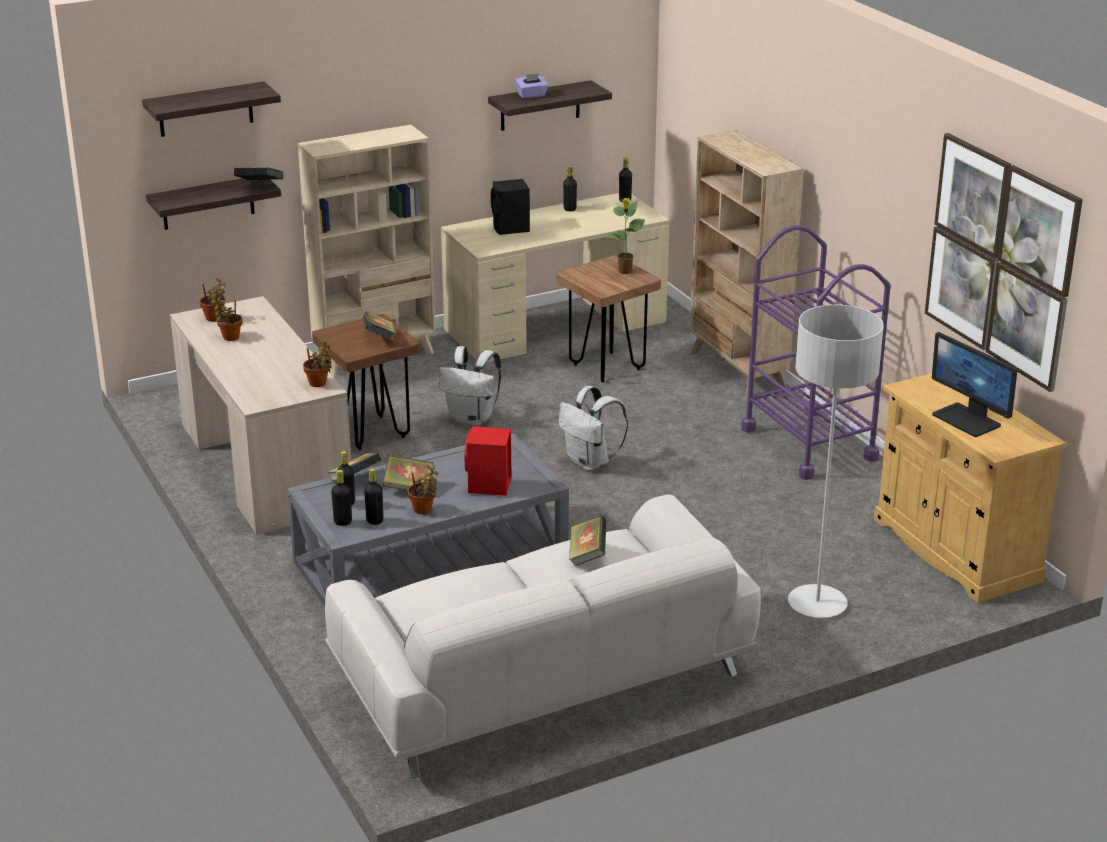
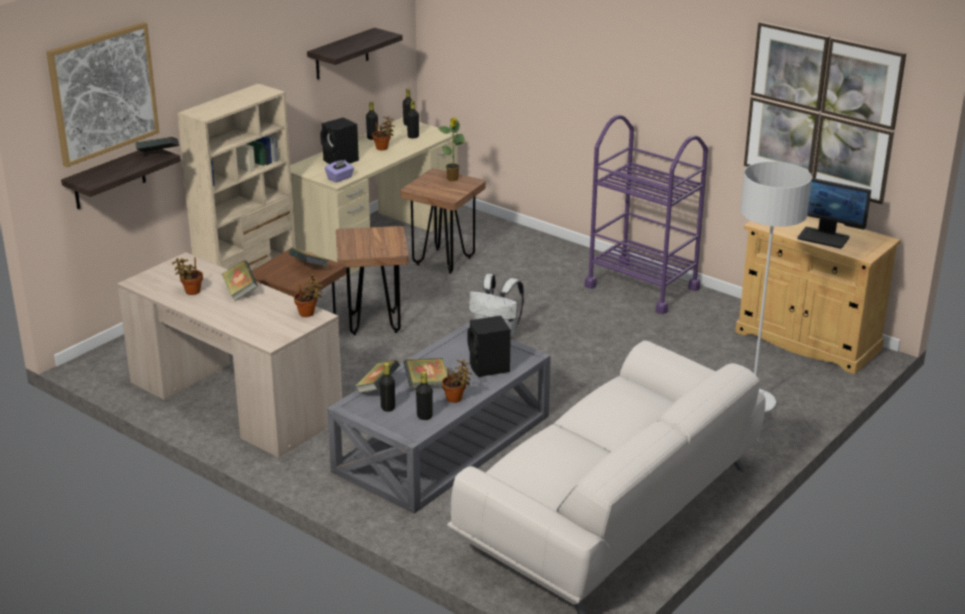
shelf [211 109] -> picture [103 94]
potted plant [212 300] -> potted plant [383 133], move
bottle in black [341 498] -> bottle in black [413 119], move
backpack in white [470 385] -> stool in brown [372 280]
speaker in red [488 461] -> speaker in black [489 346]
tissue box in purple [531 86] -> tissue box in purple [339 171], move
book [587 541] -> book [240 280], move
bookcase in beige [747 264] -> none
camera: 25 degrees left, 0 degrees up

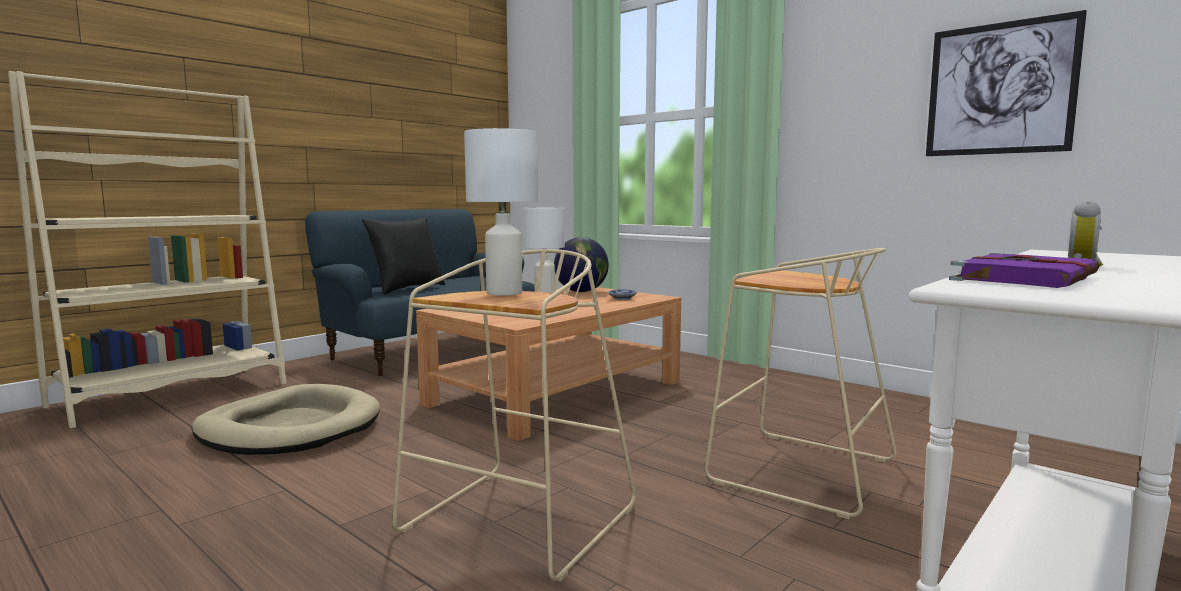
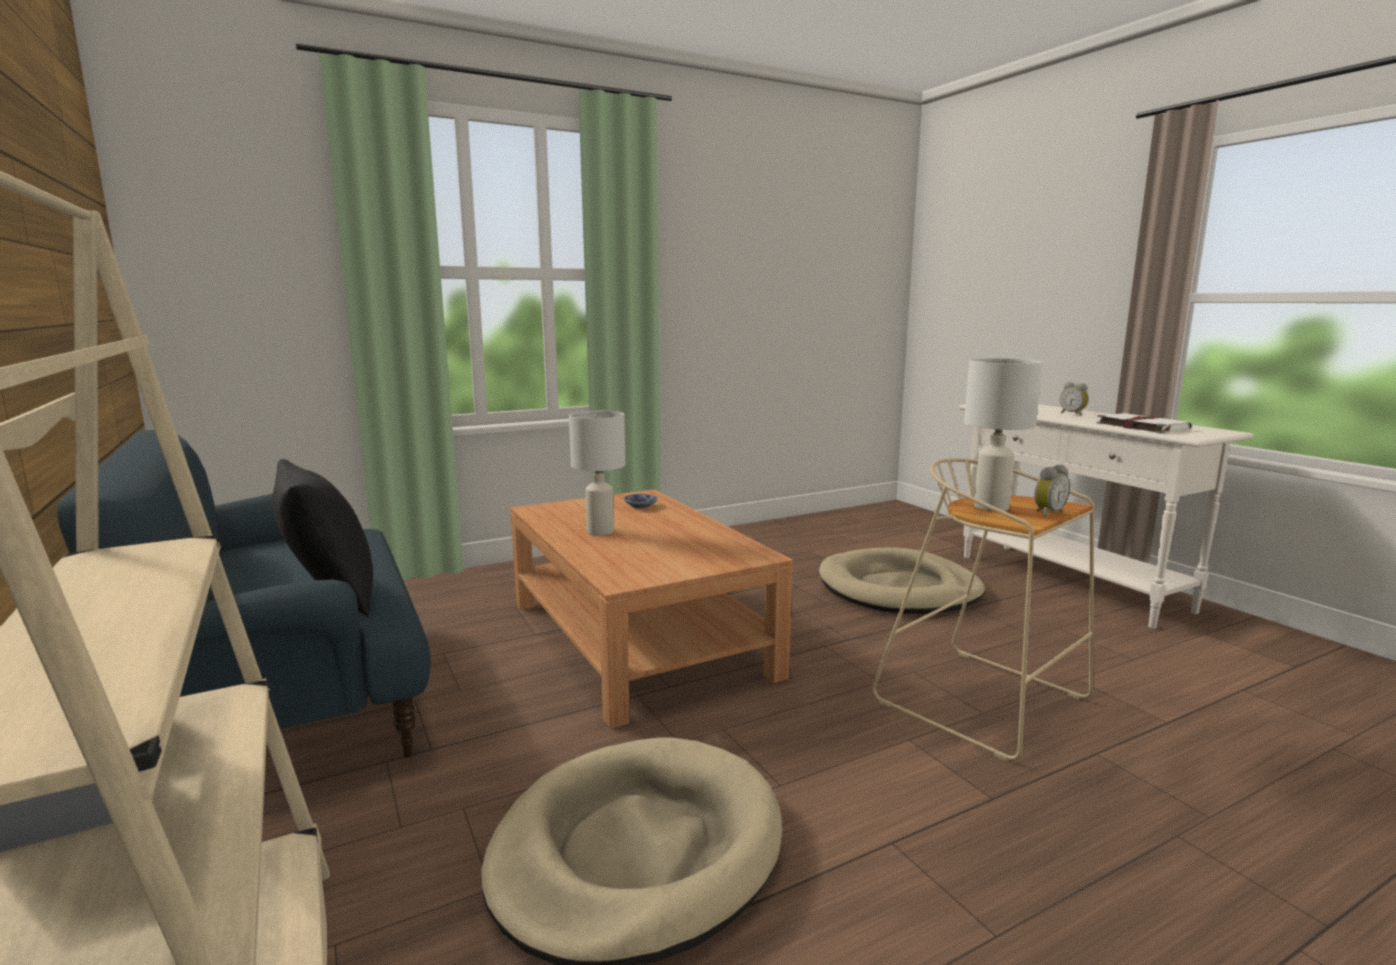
globe [581 264] -> none
stool in beige [801 383] -> dog bed in beige [902 580]
picture [1006 83] -> none
book in purple [1024 270] -> book in white [1144 423]
none -> alarm clock [1052 491]
camera: 70 degrees left, 5 degrees up

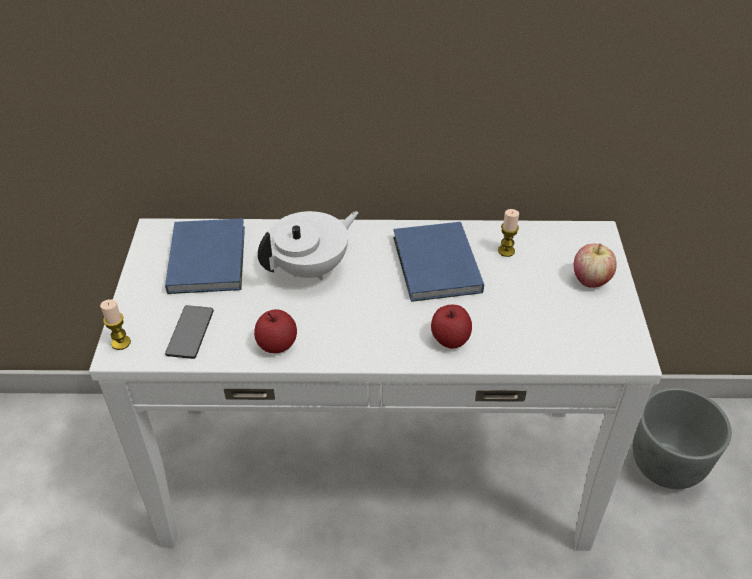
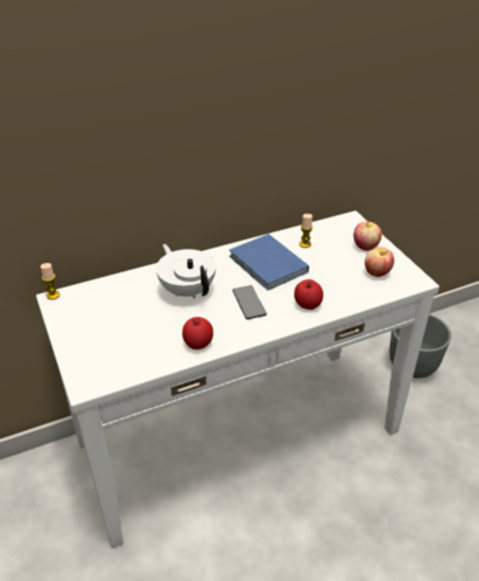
candle [115 324] -> candle [50 281], move
book in blue [205 256] -> none
phone [189 332] -> phone [249 302], move
teapot in white [308 245] -> teapot in white [186 271], 60 degrees counterclockwise
none -> apple [379 262]
camera: 25 degrees left, 5 degrees down

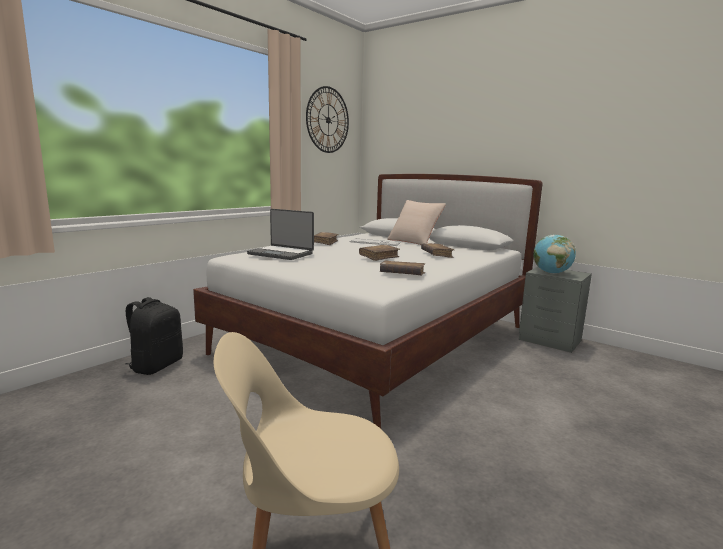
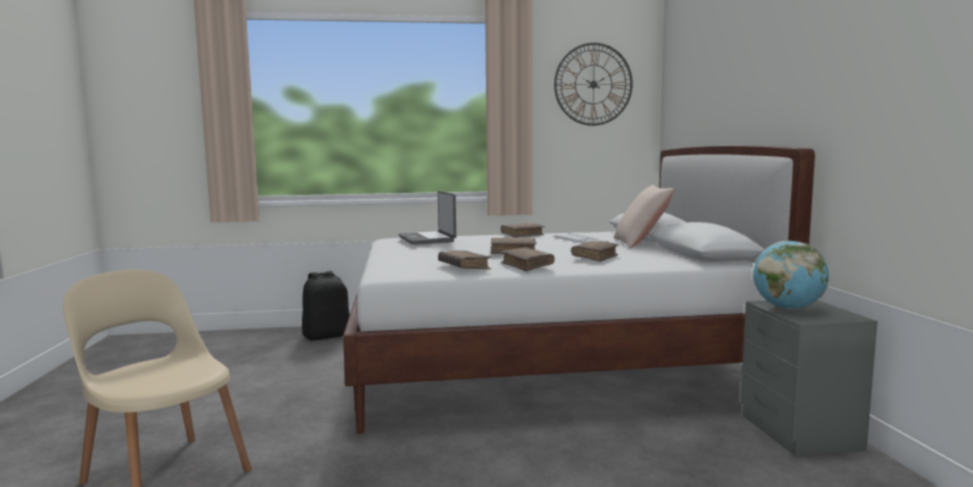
none -> book in brown [528 259]
camera: 45 degrees right, 5 degrees down

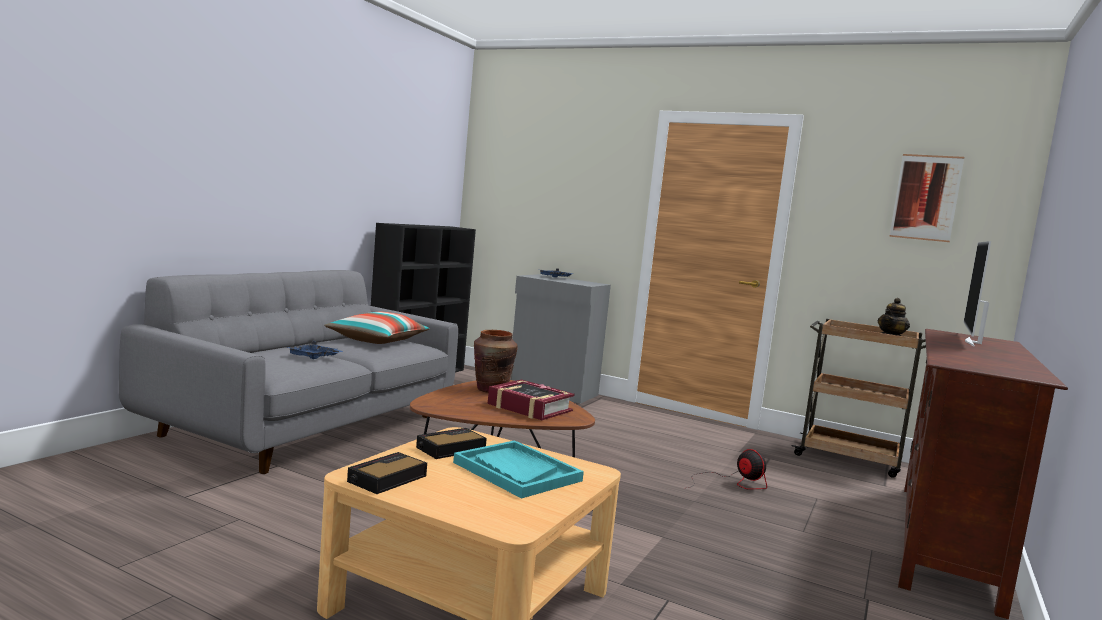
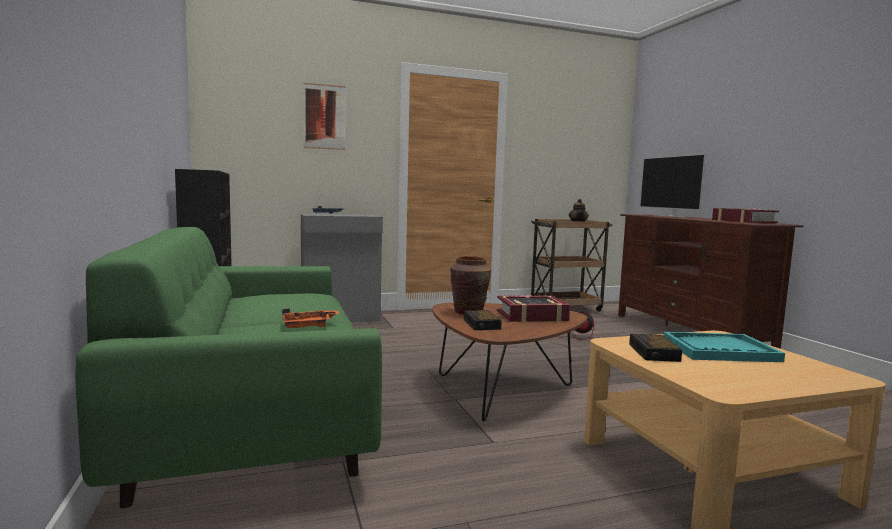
sofa in grey [288 372] -> sofa in green [229 367]
tray in blue [314 350] -> tray in orange [311 318]
pillow [377 328] -> none
alarm clock [387 473] -> alarm clock [483 320], move
picture [926 198] -> picture [324 116], move
none -> book [745 215]
camera: 45 degrees left, 0 degrees up

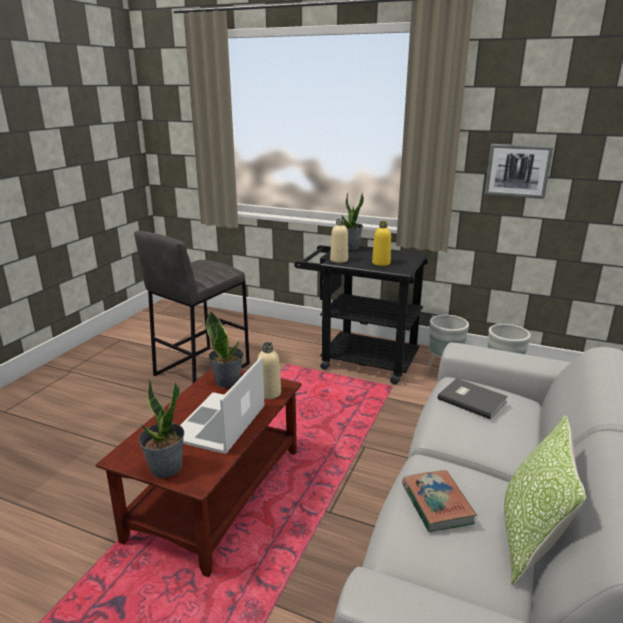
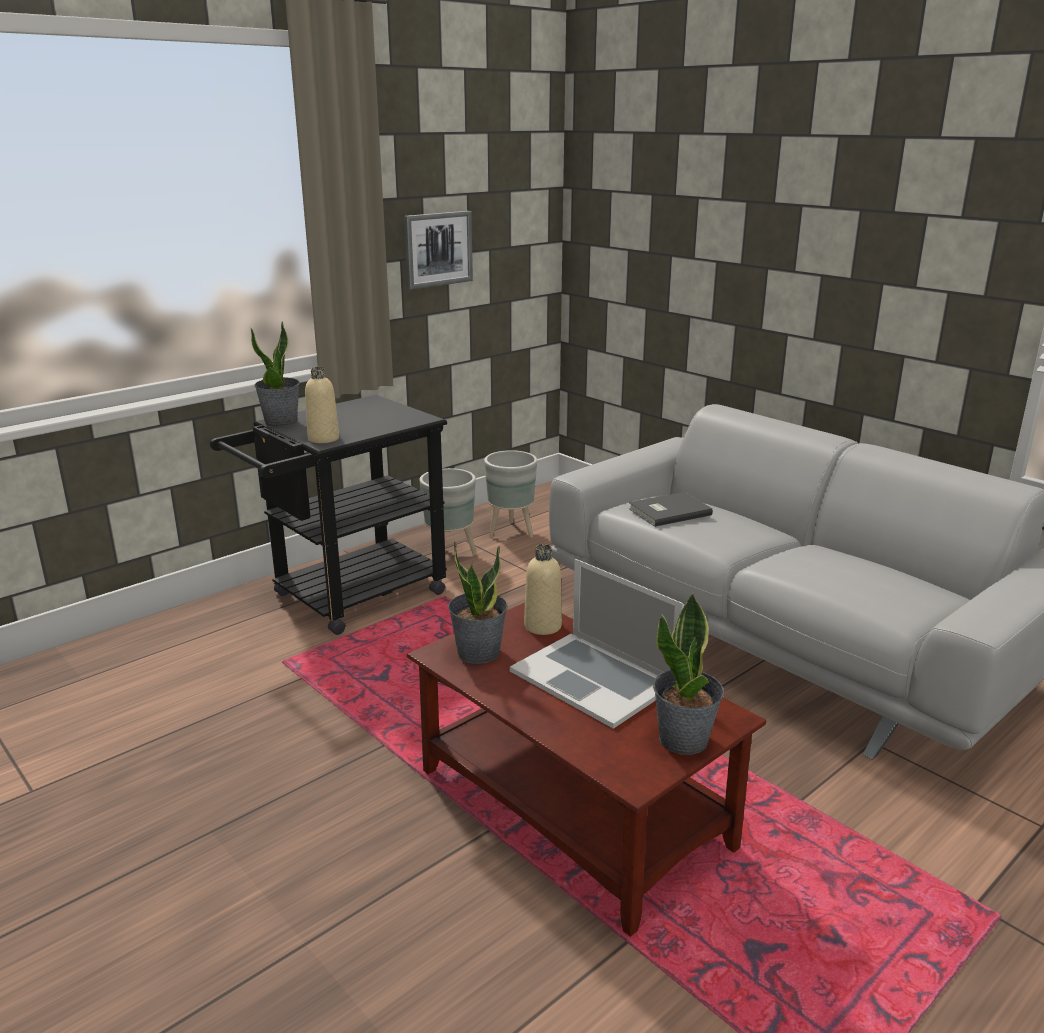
stool in grey [192 307] -> none
bottle in yellow [381 243] -> none
book [439 501] -> none
pillow [545 500] -> none
camera: 65 degrees left, 0 degrees up

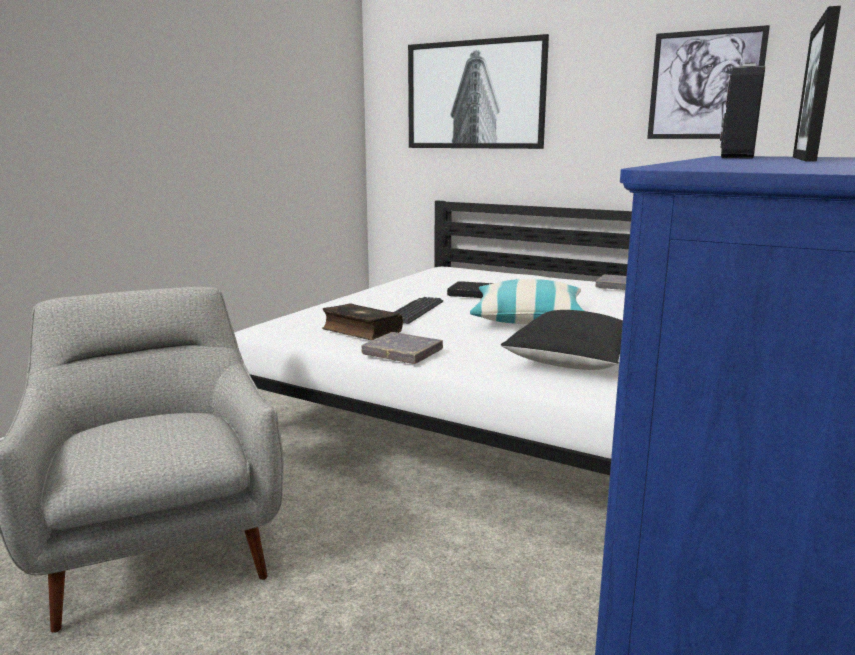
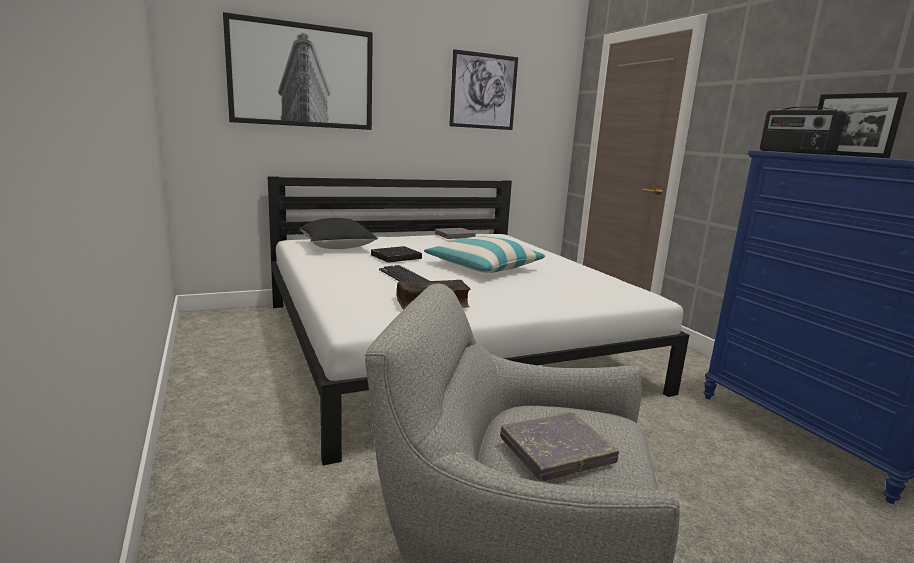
book in grey [402 348] -> book in grey [559 446], move
pillow in black [562 340] -> pillow in black [338 233], move
camera: 55 degrees left, 0 degrees up

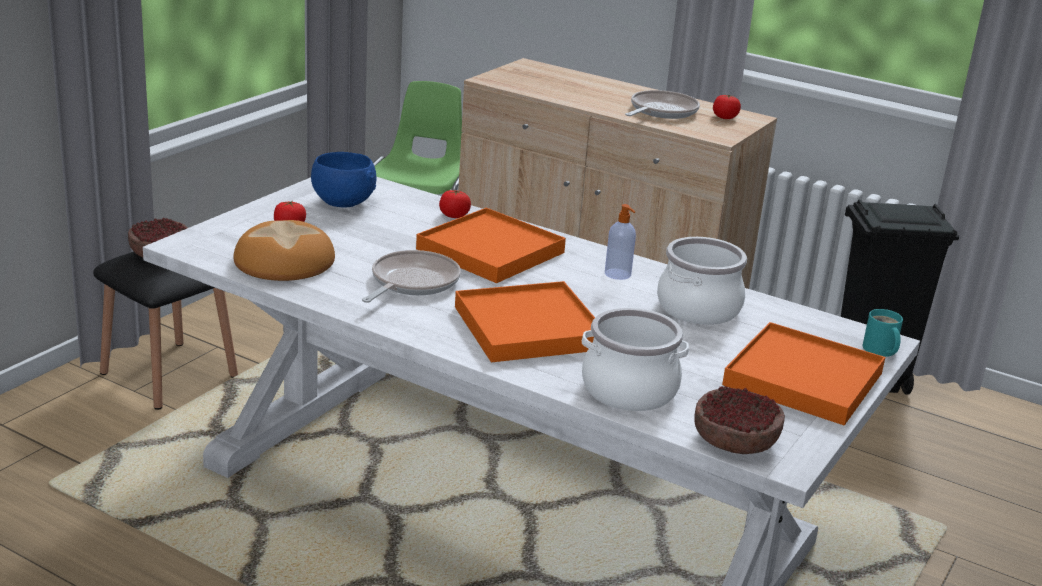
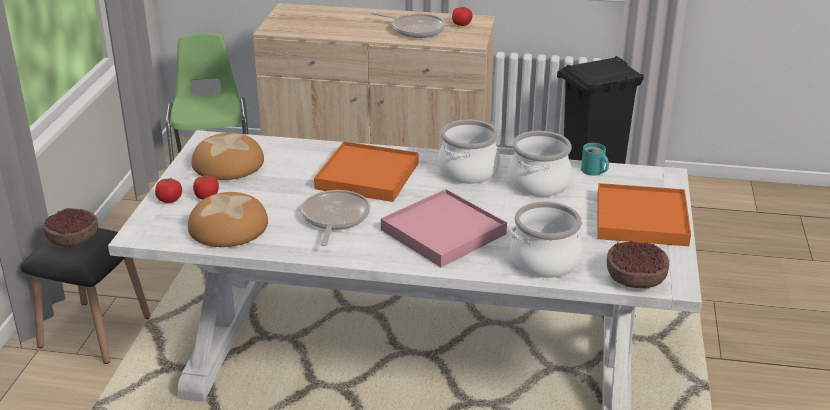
bowl in blue [343 179] -> bread [227 156]
tomato [455 204] -> tomato [168 190], move
tray in orange [525 321] -> tray in pink [444 228]
soap dispenser [620 242] -> cooking pot [469 152]
frying pan [662 104] -> frying pan [408 25], 105 degrees clockwise
mug in turquoise [883 333] -> mug in turquoise [595 159], move
camera: 20 degrees left, 5 degrees up

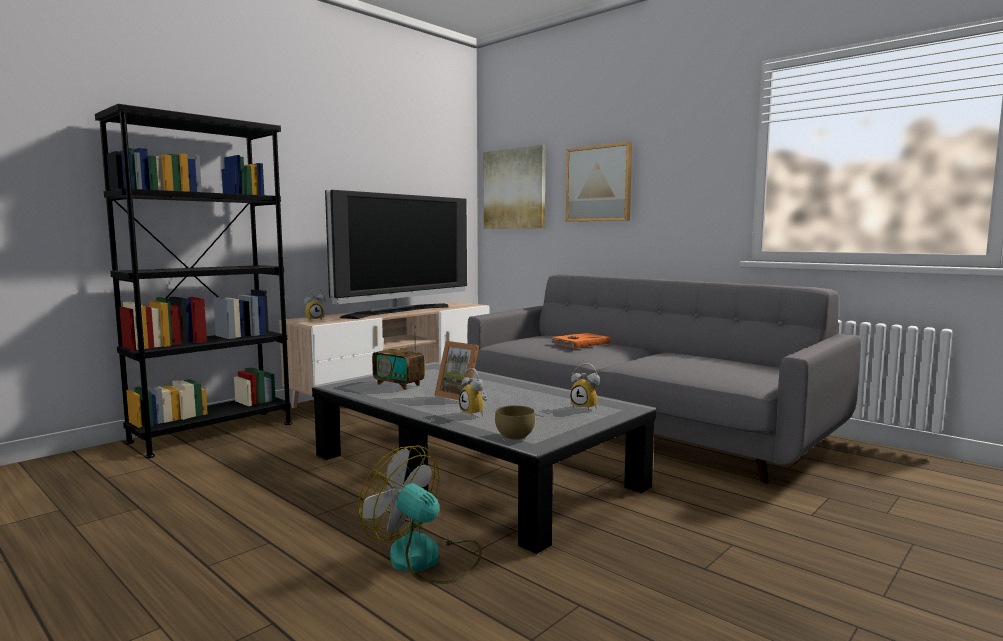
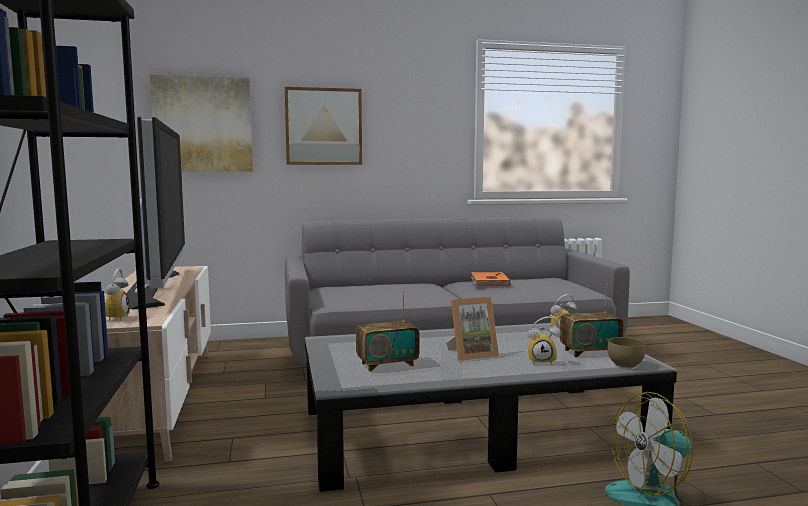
book in orange [581 340] -> book in orange [491 279], move
none -> radio [592 320]
camera: 55 degrees left, 0 degrees up

